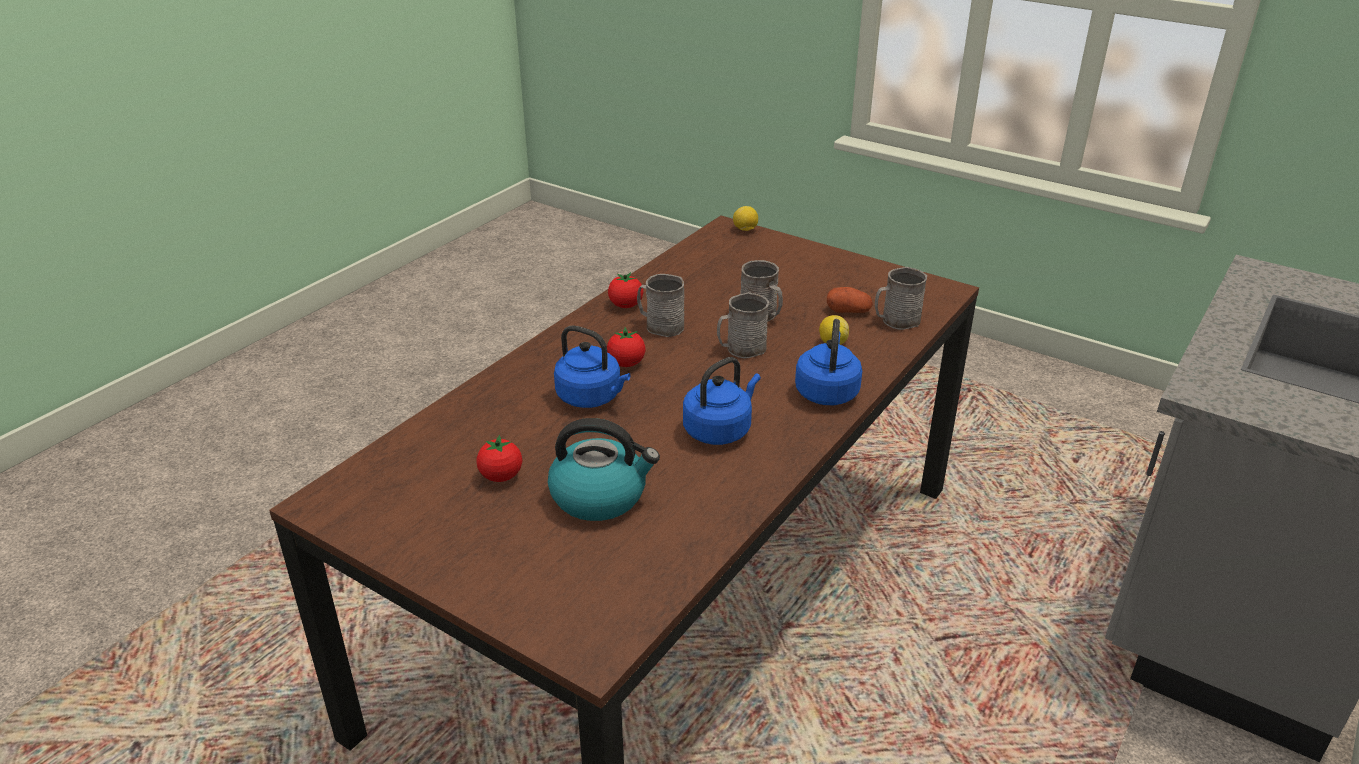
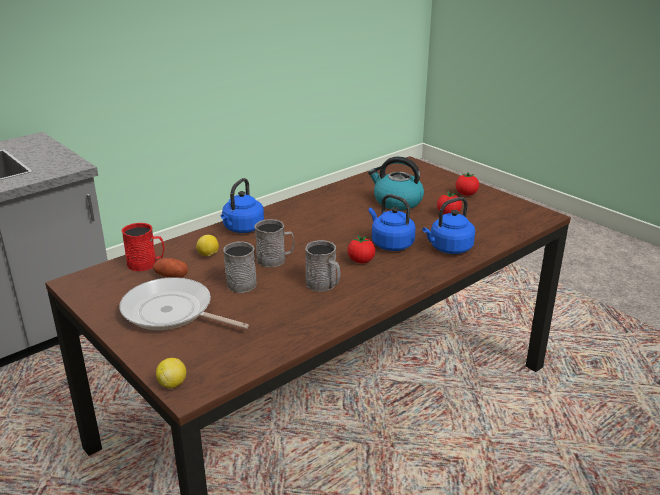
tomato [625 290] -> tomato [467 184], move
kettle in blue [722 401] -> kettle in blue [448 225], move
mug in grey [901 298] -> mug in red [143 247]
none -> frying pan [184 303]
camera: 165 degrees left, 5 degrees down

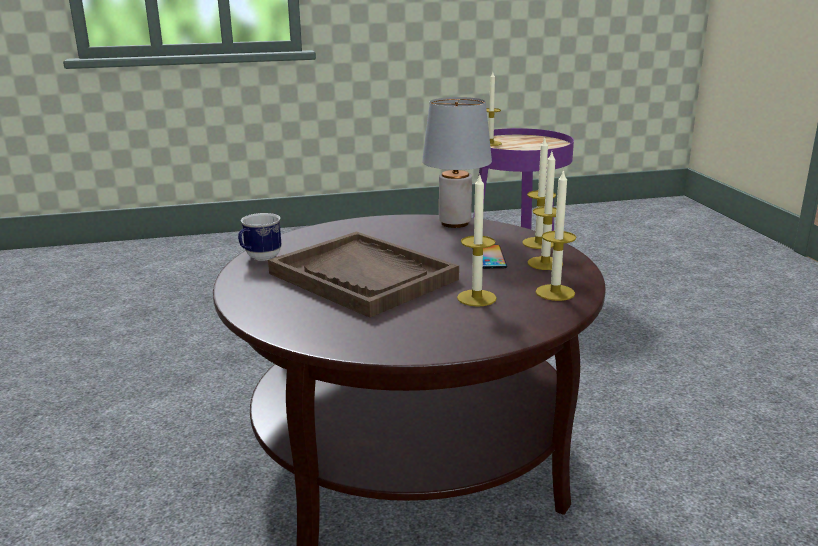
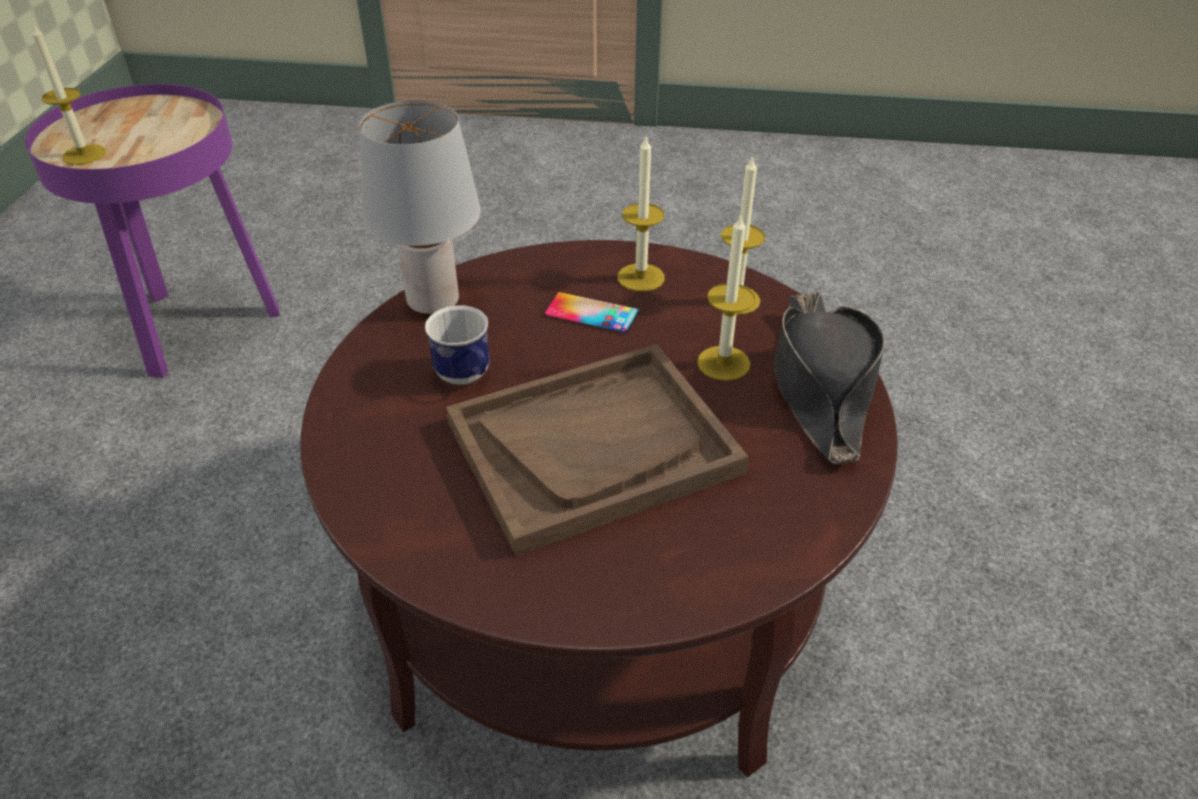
mug [260 237] -> mug [457 345], move
candle [539 193] -> none
none -> hat in black [829 378]
camera: 70 degrees left, 20 degrees up

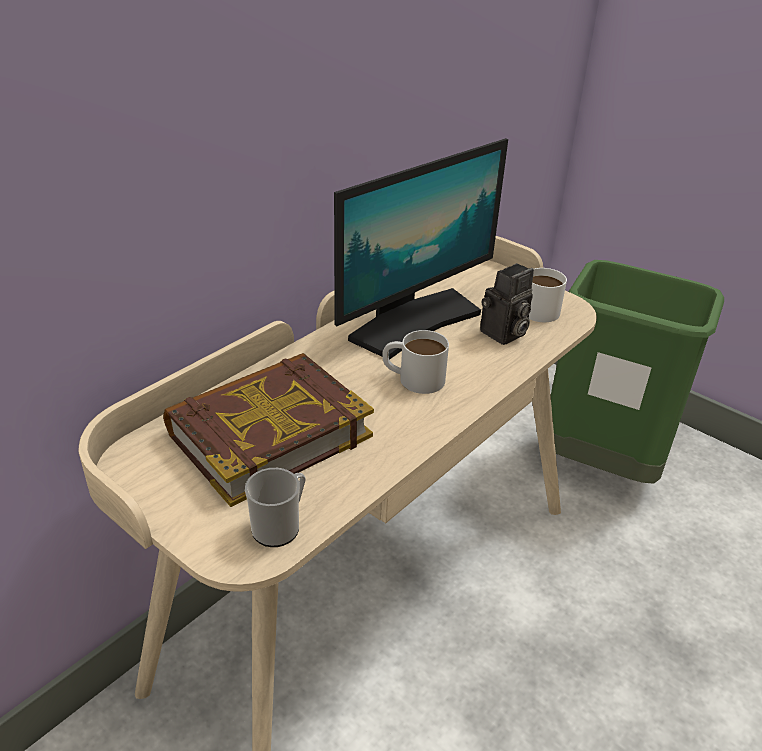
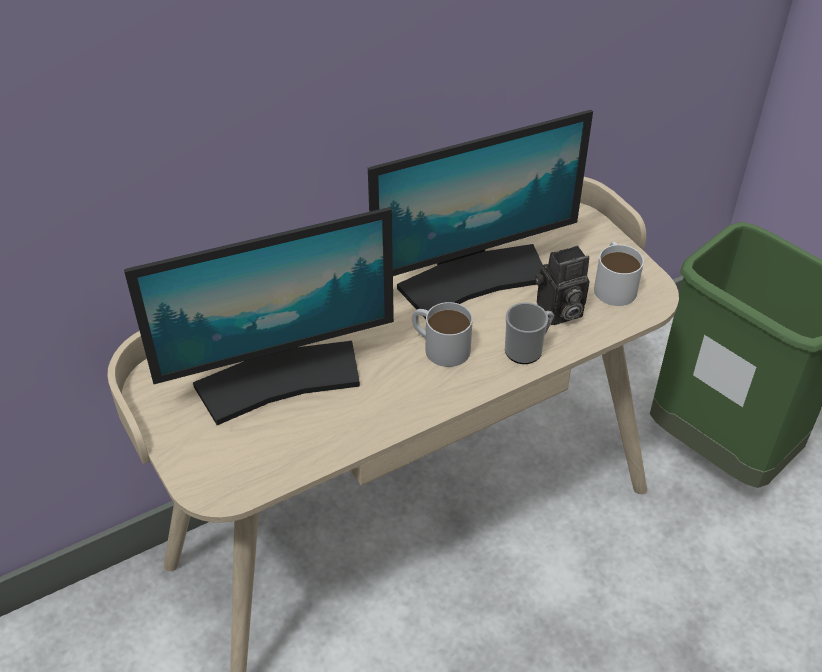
book [268 430] -> monitor [259 316]
mug [275 507] -> mug [529 333], move
camera: 20 degrees right, 10 degrees up

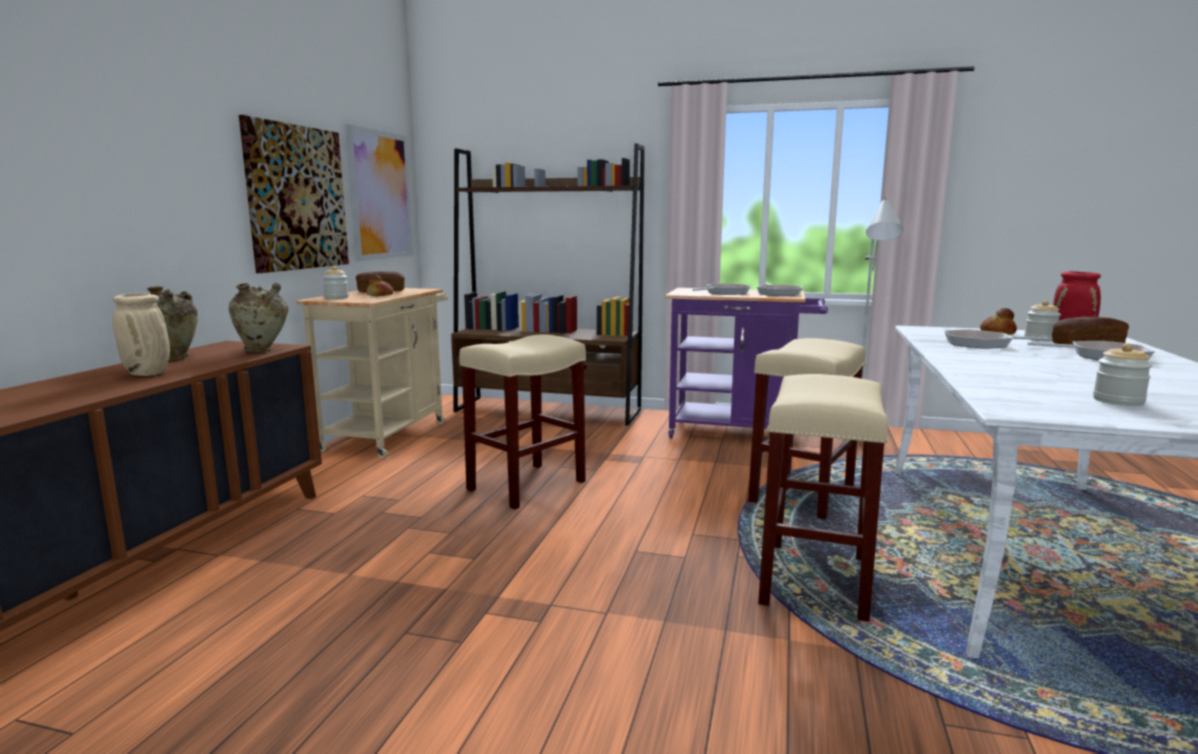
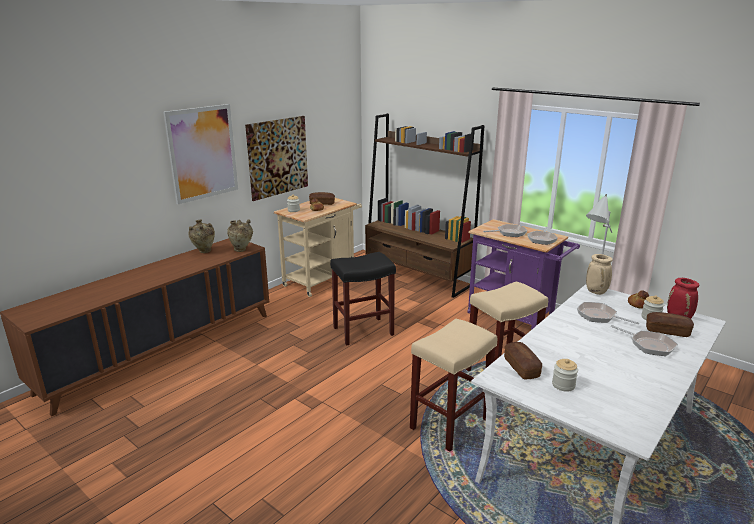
vase in beige [141 334] -> vase in beige [599 274], move
picture [379 192] -> picture [200 154], move
stool in beige [522 421] -> stool in black [363 299]
none -> bread [523 360]
camera: 25 degrees right, 10 degrees up

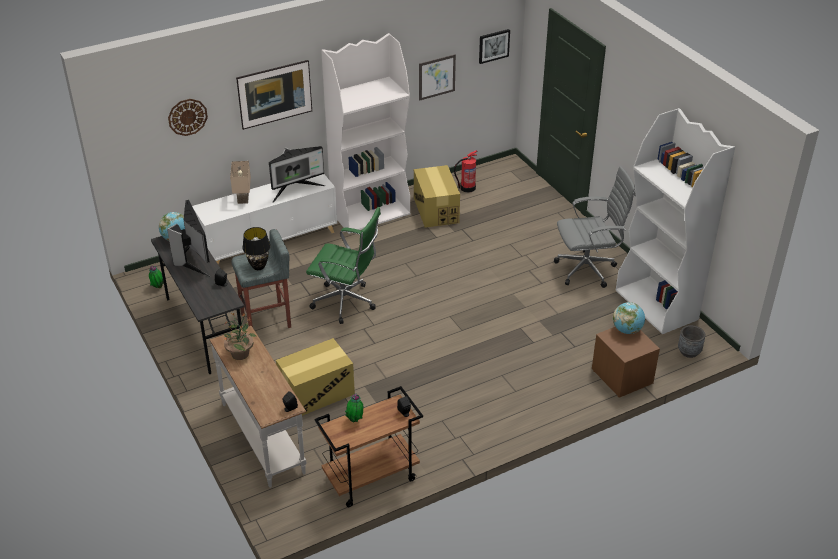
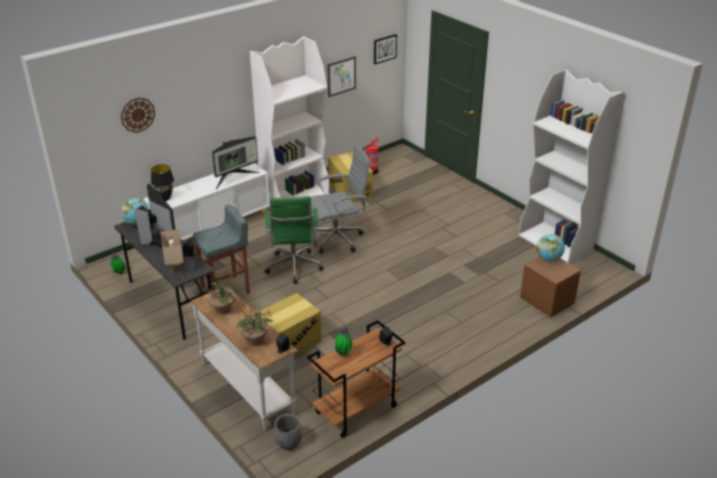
table lamp in beige [240 182] -> table lamp in beige [172 252], move
picture [274 95] -> none
table lamp in black [256 248] -> table lamp in black [162 183], move
office chair in green [343 265] -> office chair in green [294 240], 75 degrees clockwise
office chair in grey [595 227] -> office chair in grey [340 198], move
planter in grey [692 341] -> planter in grey [288 432], move
none -> potted plant [255 324]
camera: 10 degrees left, 5 degrees down

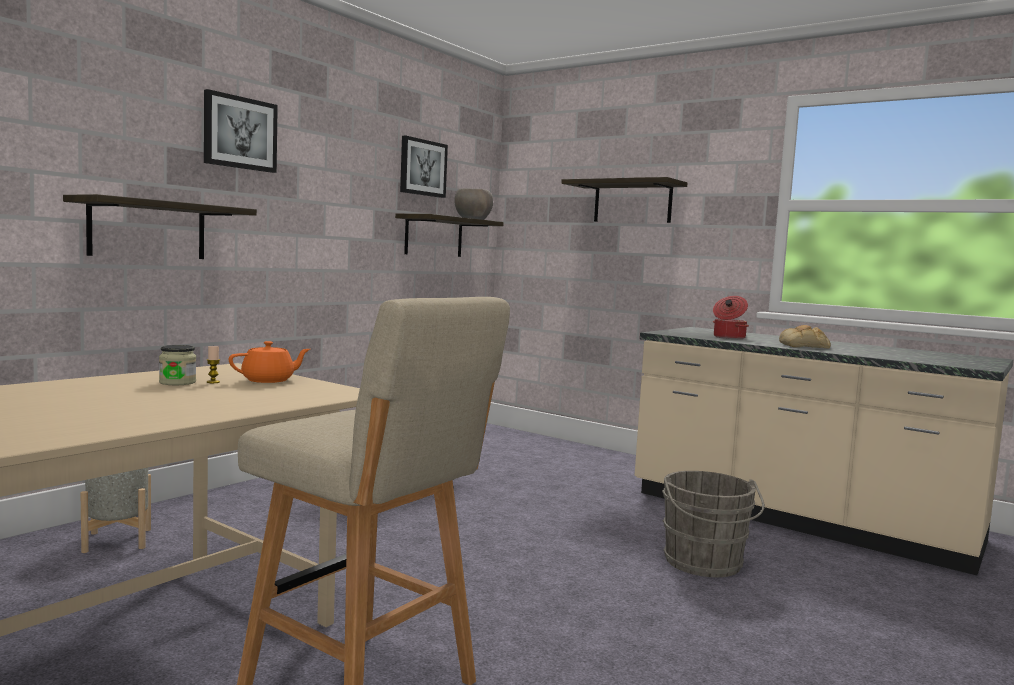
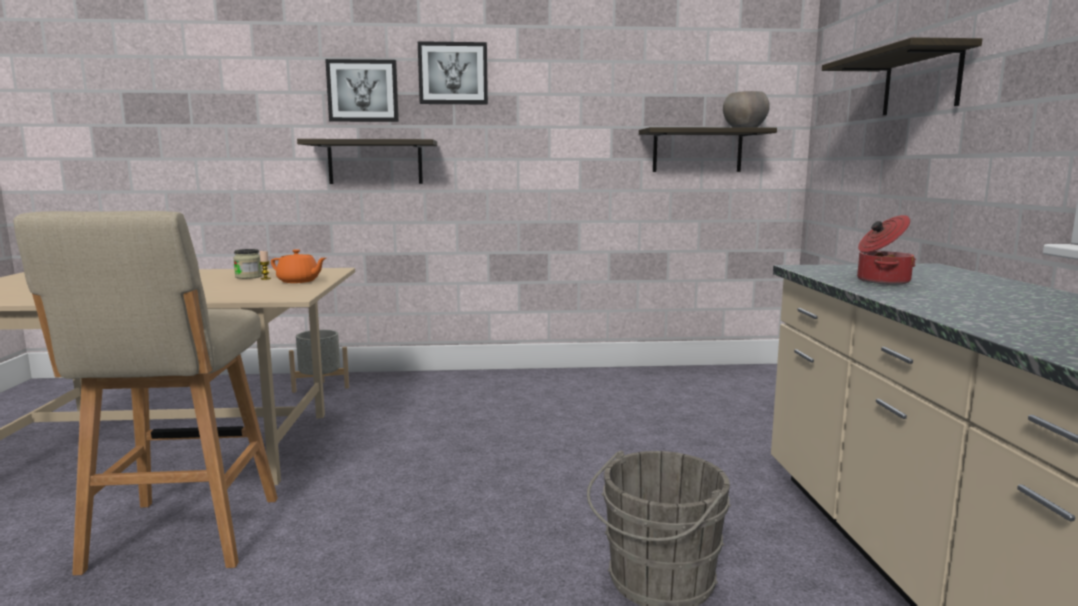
picture [424 166] -> picture [362 90], move
bread [805 337] -> none
camera: 50 degrees right, 5 degrees up

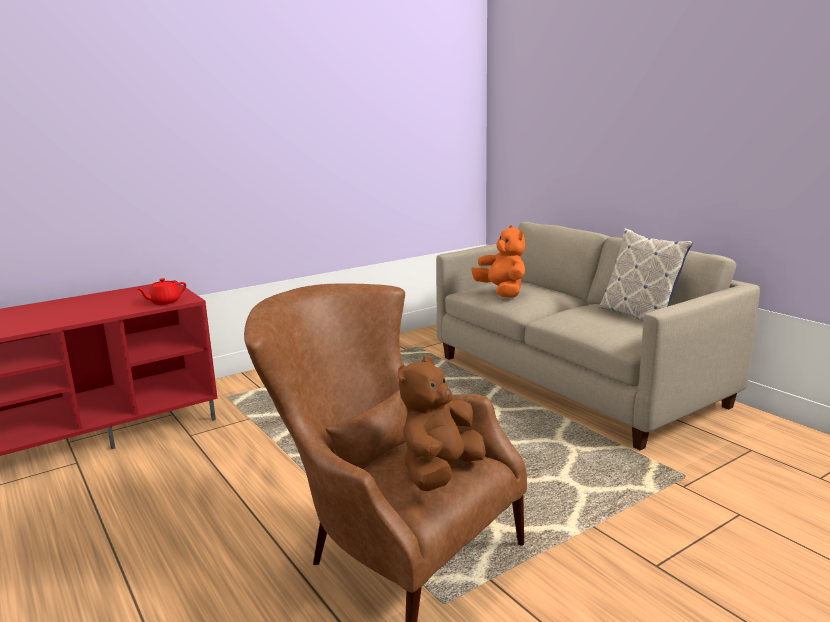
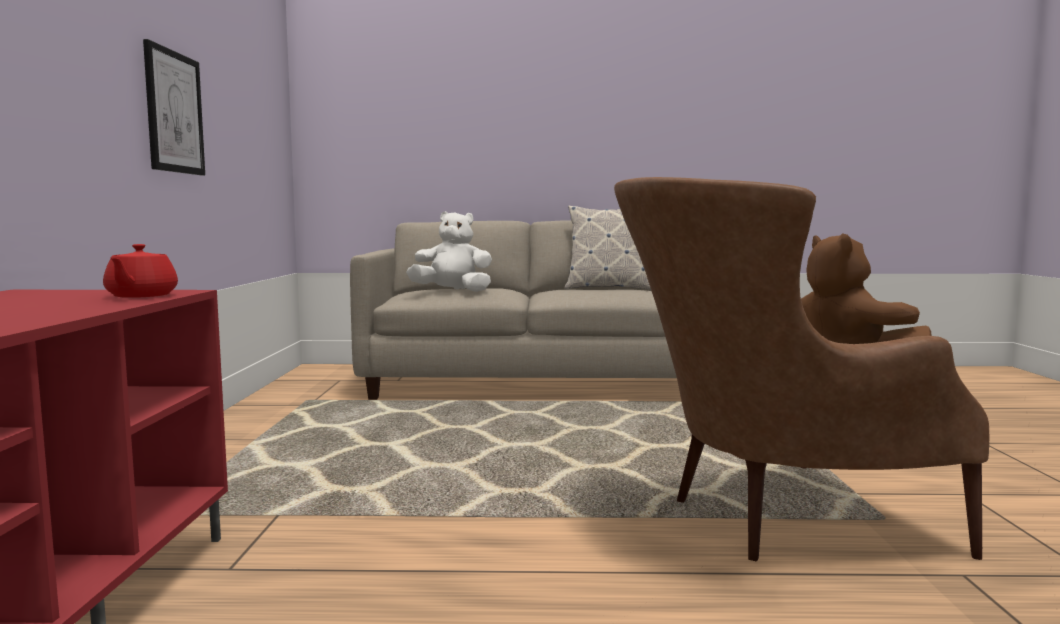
plush toy in orange [498 261] -> plush toy in white [449 251]
none -> picture [174 107]
camera: 55 degrees left, 10 degrees down

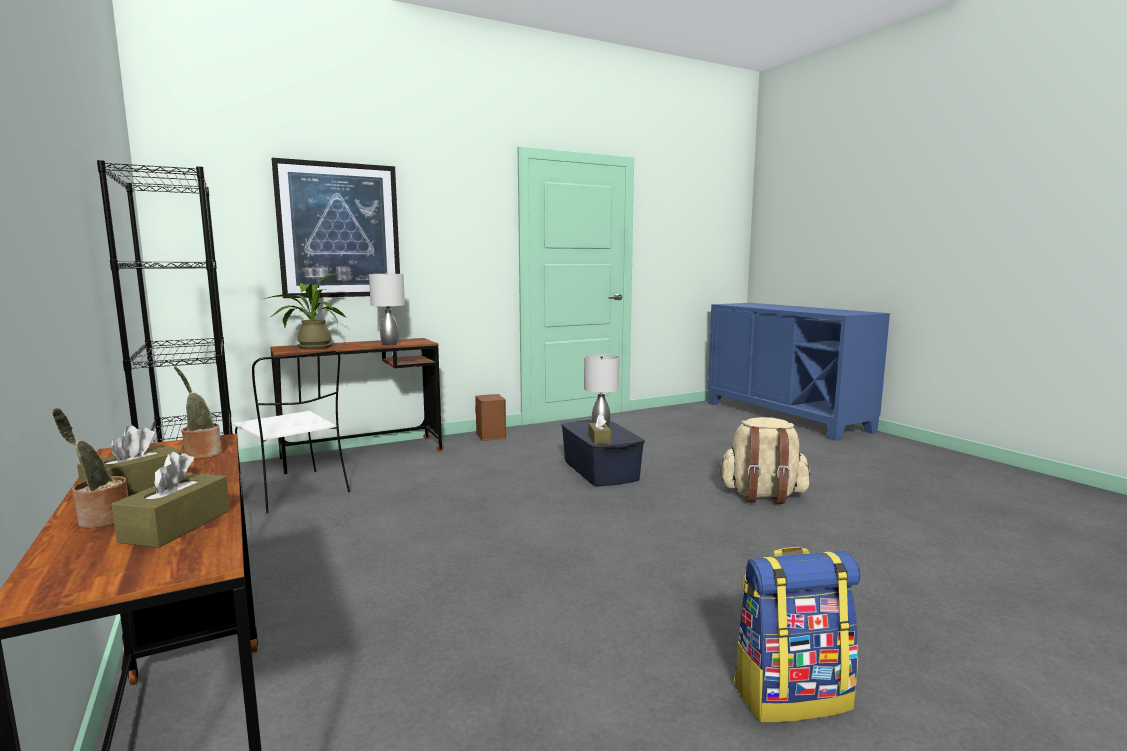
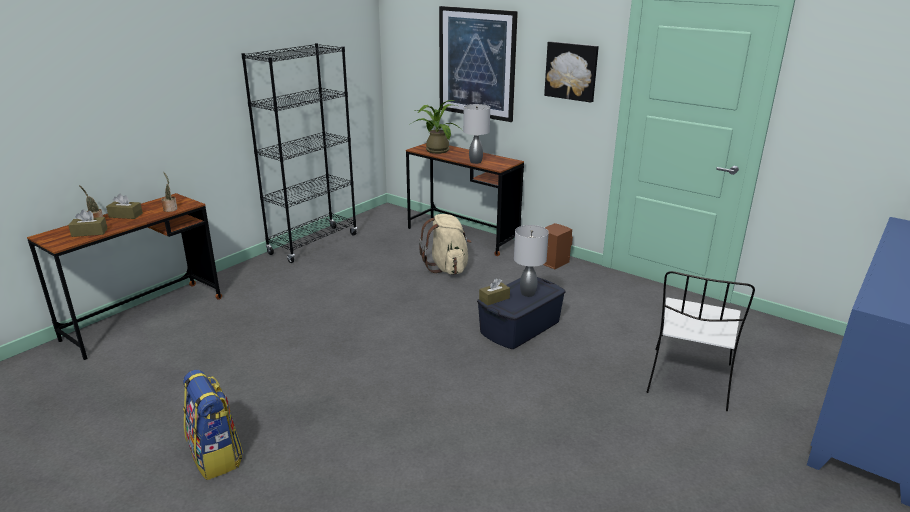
chair in white [291 432] -> chair in white [700 341], move
backpack in beige [764 460] -> backpack in beige [445 244], move
none -> picture [571 72]
camera: 65 degrees right, 15 degrees up

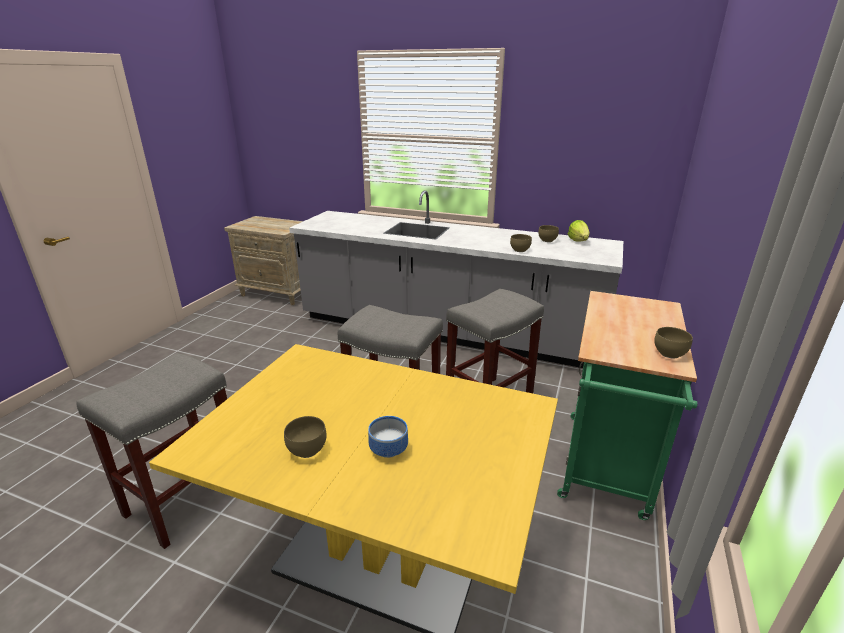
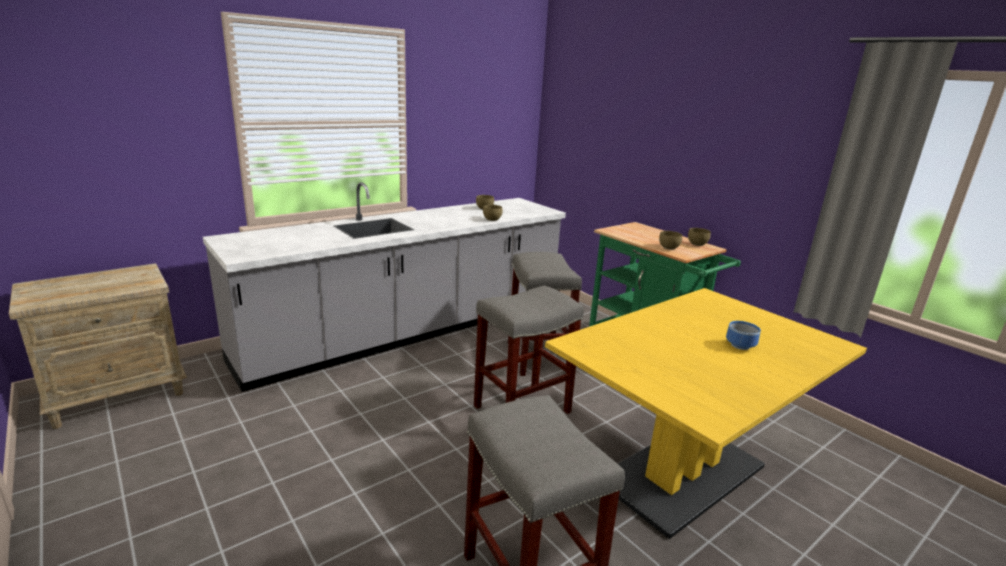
bowl in brown [305 437] -> bowl in brown [670 240], move
lettuce [579 230] -> none
camera: 60 degrees left, 5 degrees down

